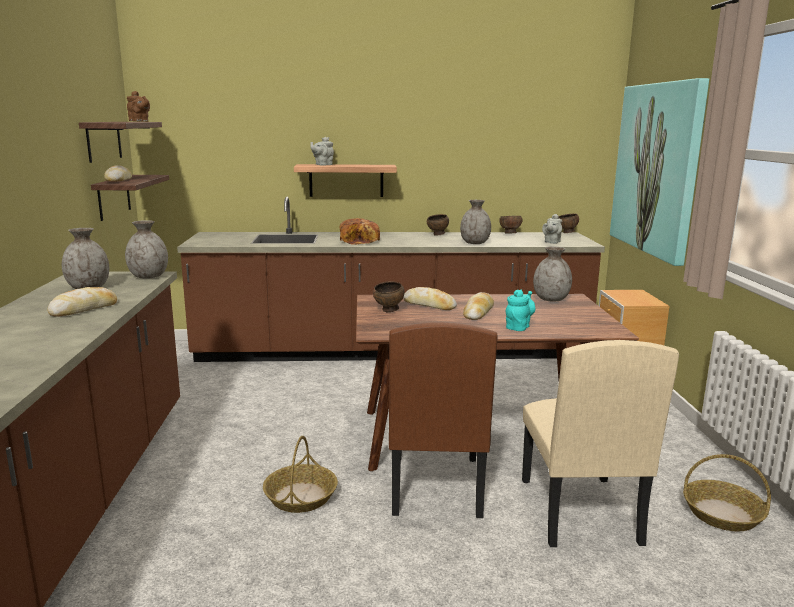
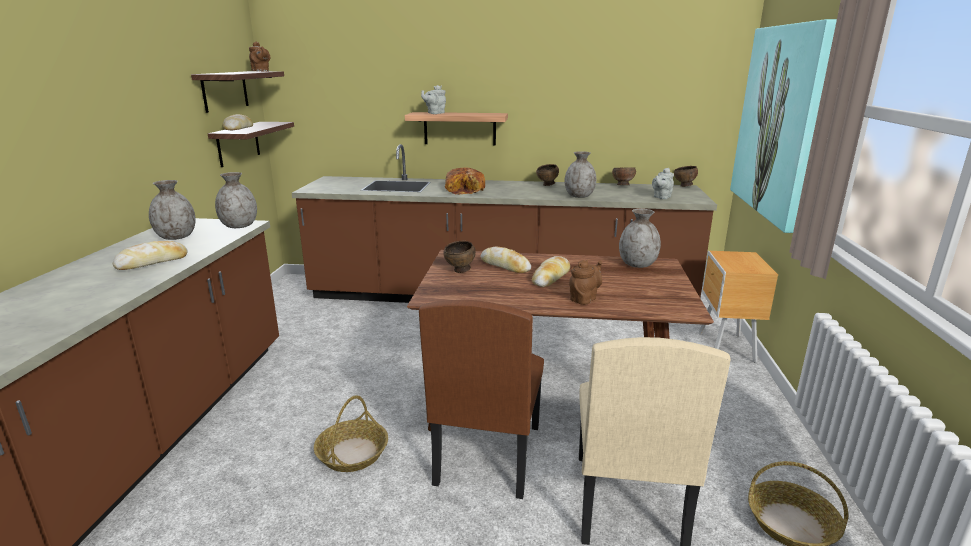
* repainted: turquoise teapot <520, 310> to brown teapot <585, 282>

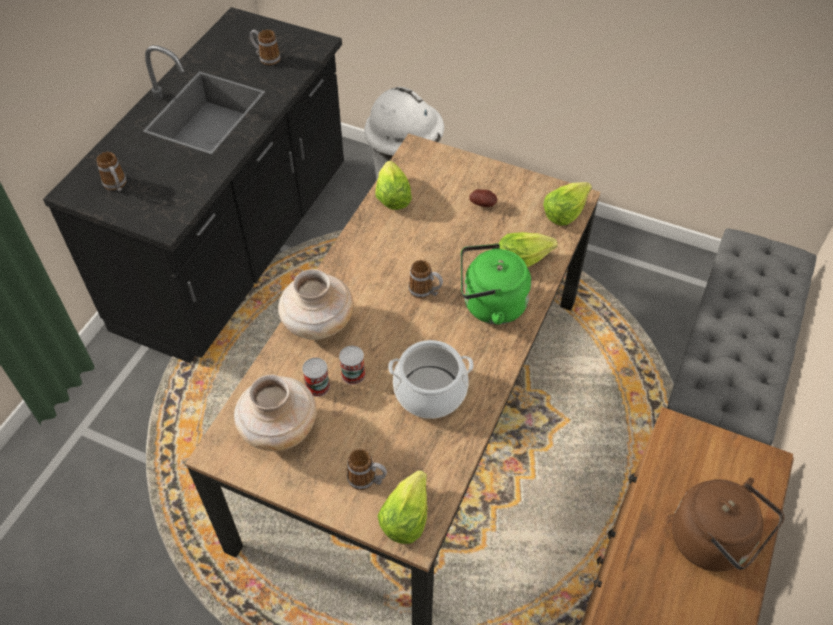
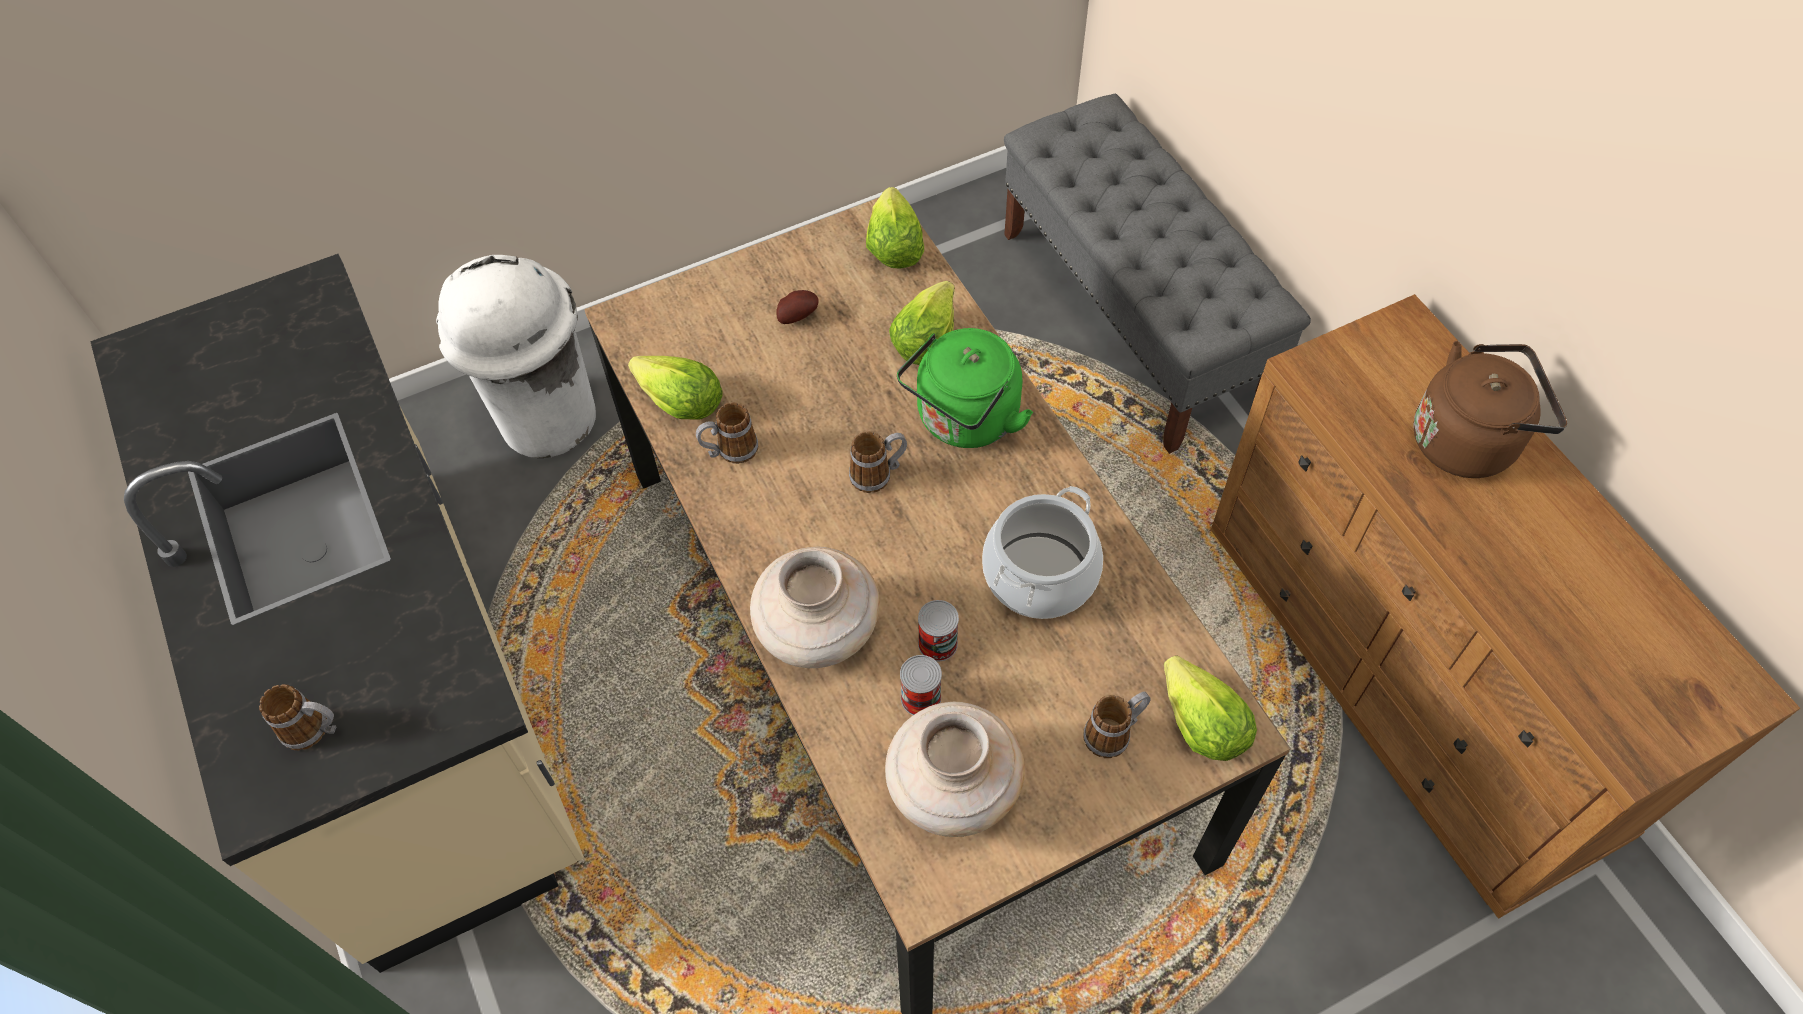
* repainted: black counter <193, 185> to beige counter <337, 613>
* shifted: mug <265, 47> to <727, 433>

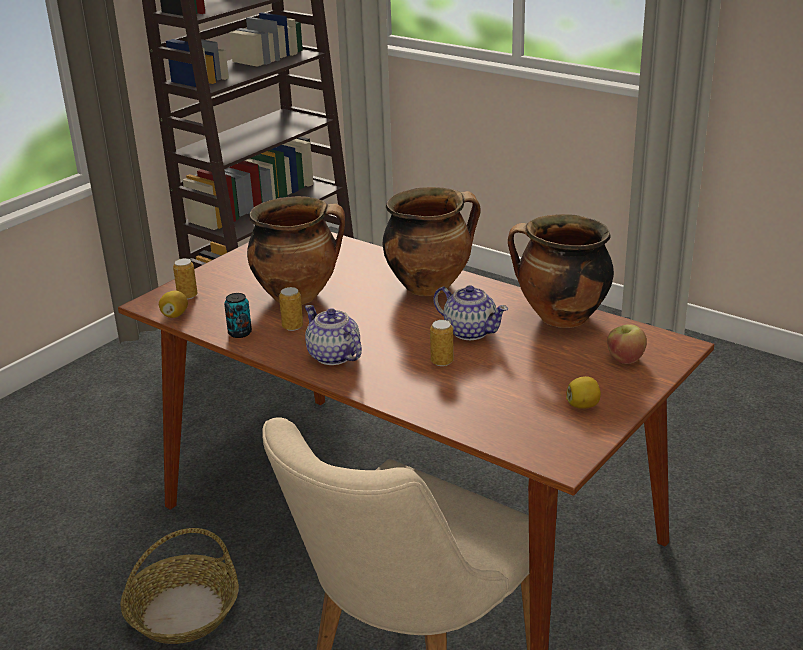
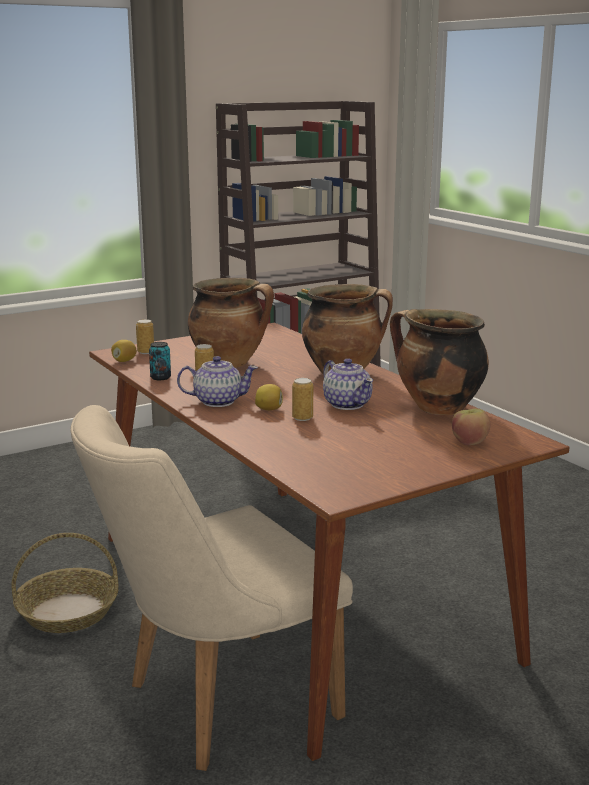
* rotated: teapot <333, 335> = <217, 381> 105 degrees clockwise
* shifted: lemon <583, 392> to <269, 397>

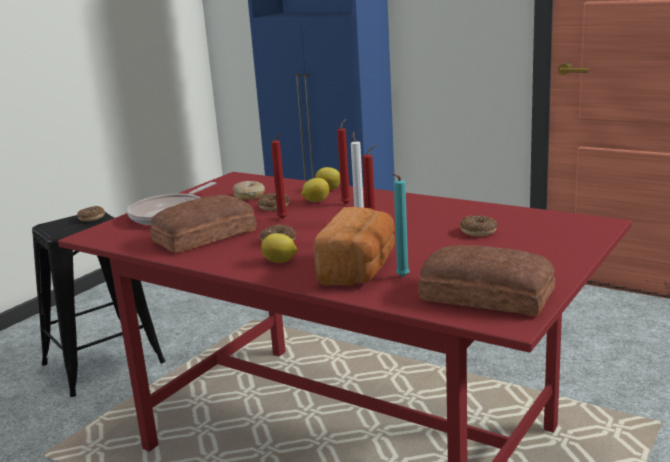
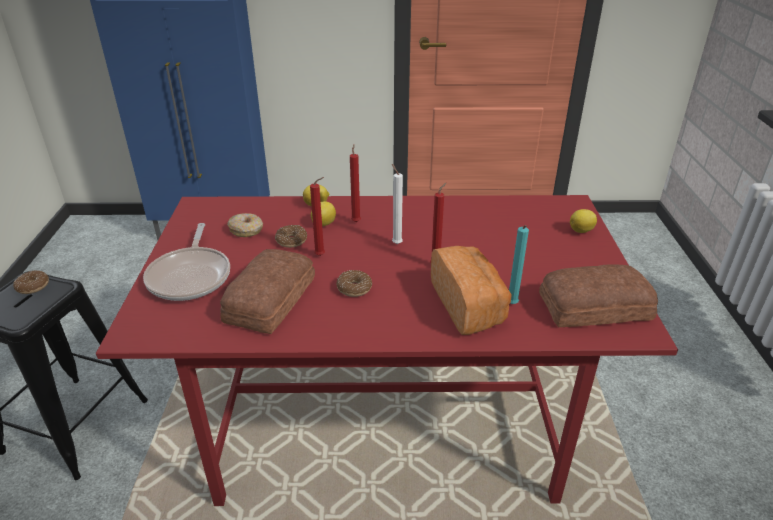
* shifted: lemon <279, 248> to <583, 221>
* gone: donut <478, 225>

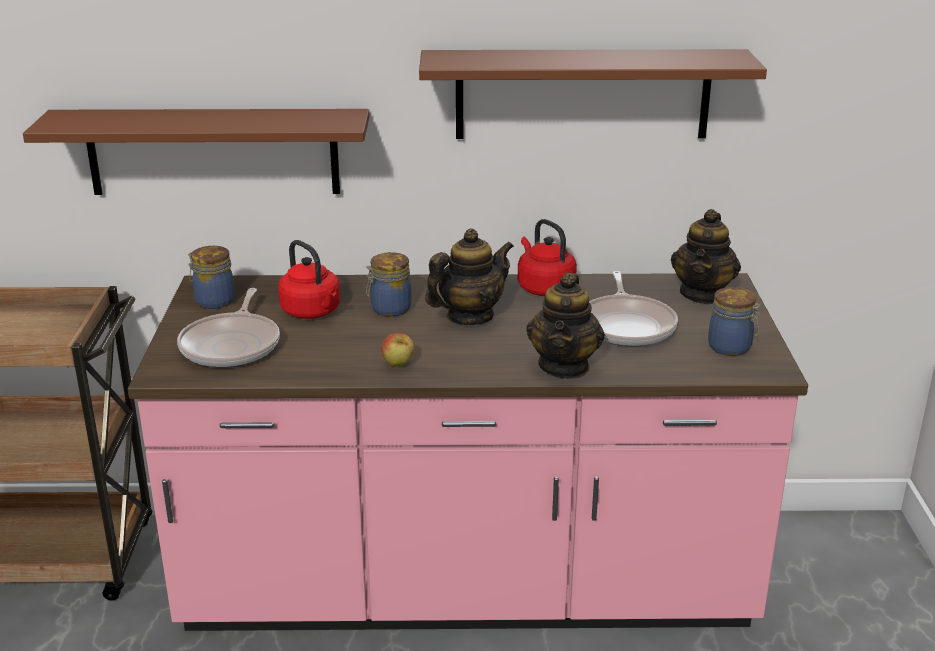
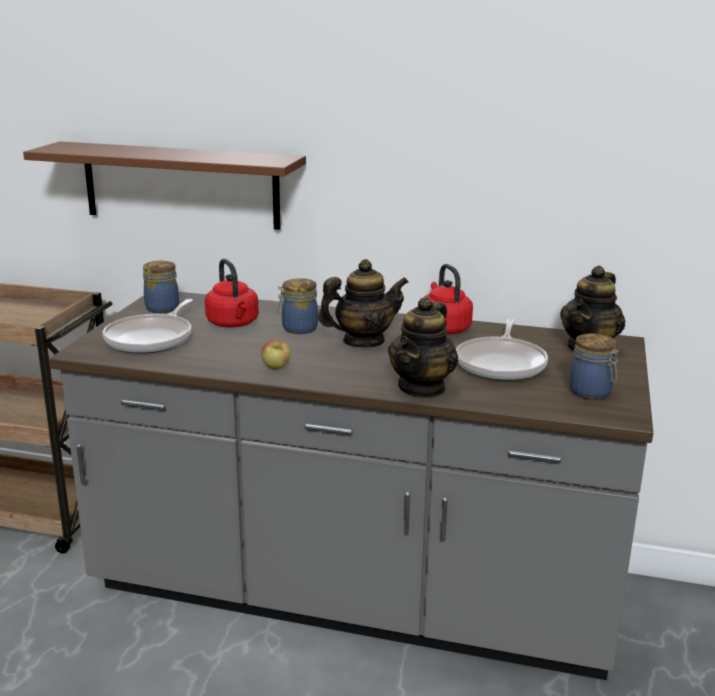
* repainted: pink counter <468, 452> to grey counter <351, 486>
* gone: brown shelf <593, 94>

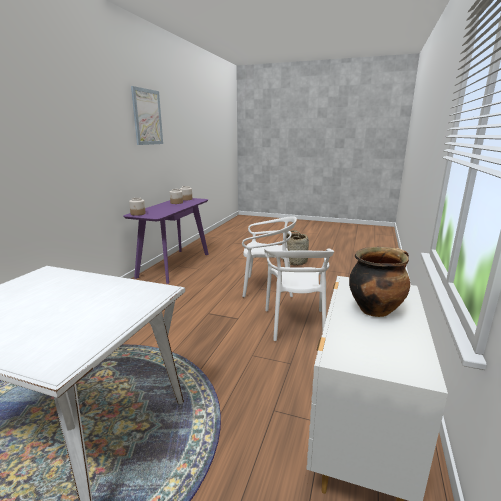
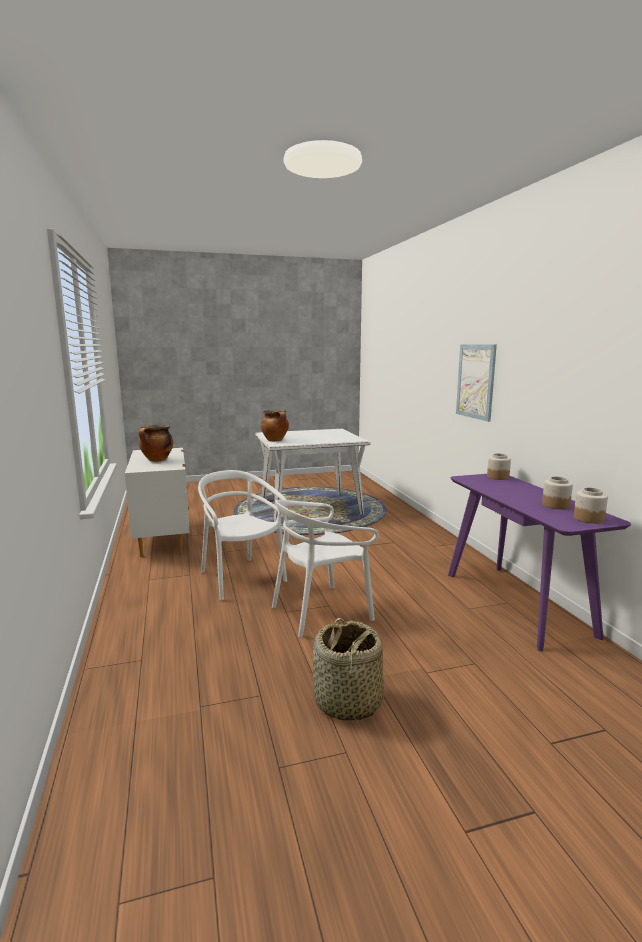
* shifted: picture <147, 115> to <476, 383>
* new: cooking pot <275, 425>

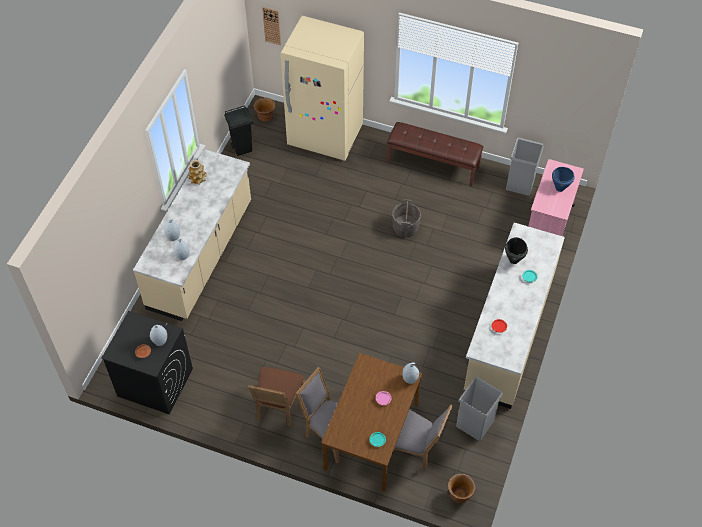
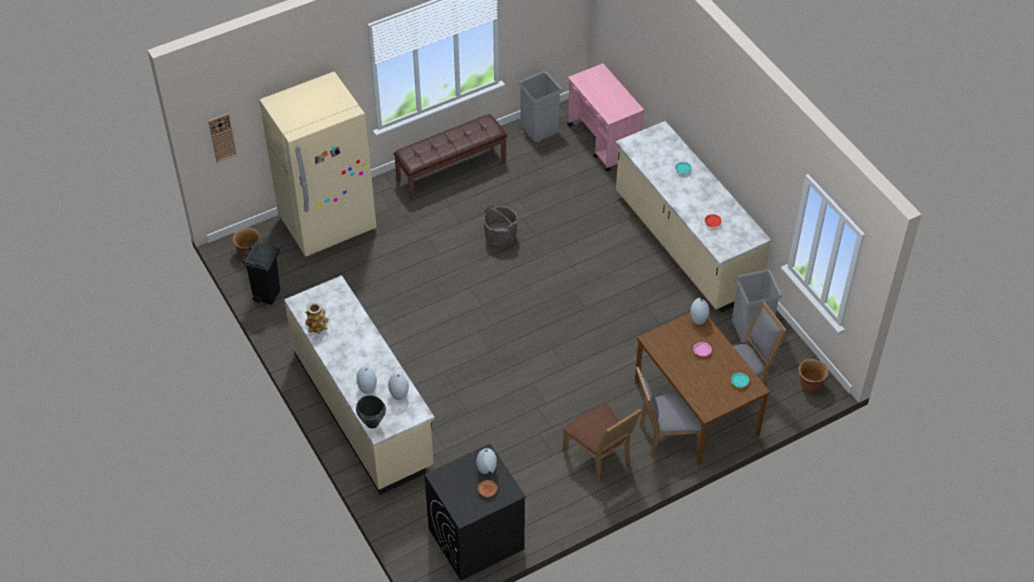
* shifted: black cooking pot <516, 250> to <371, 411>
* gone: blue cooking pot <563, 179>

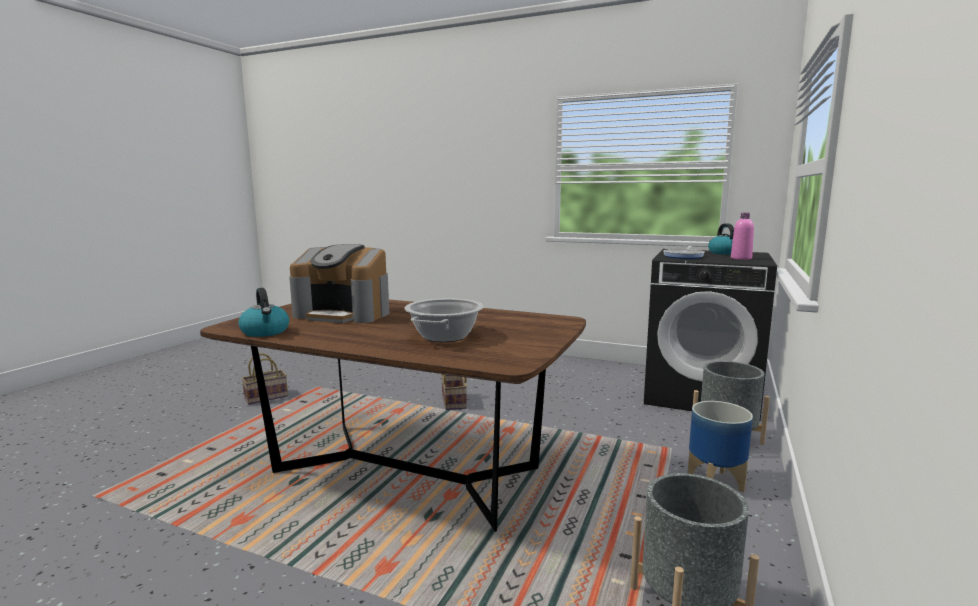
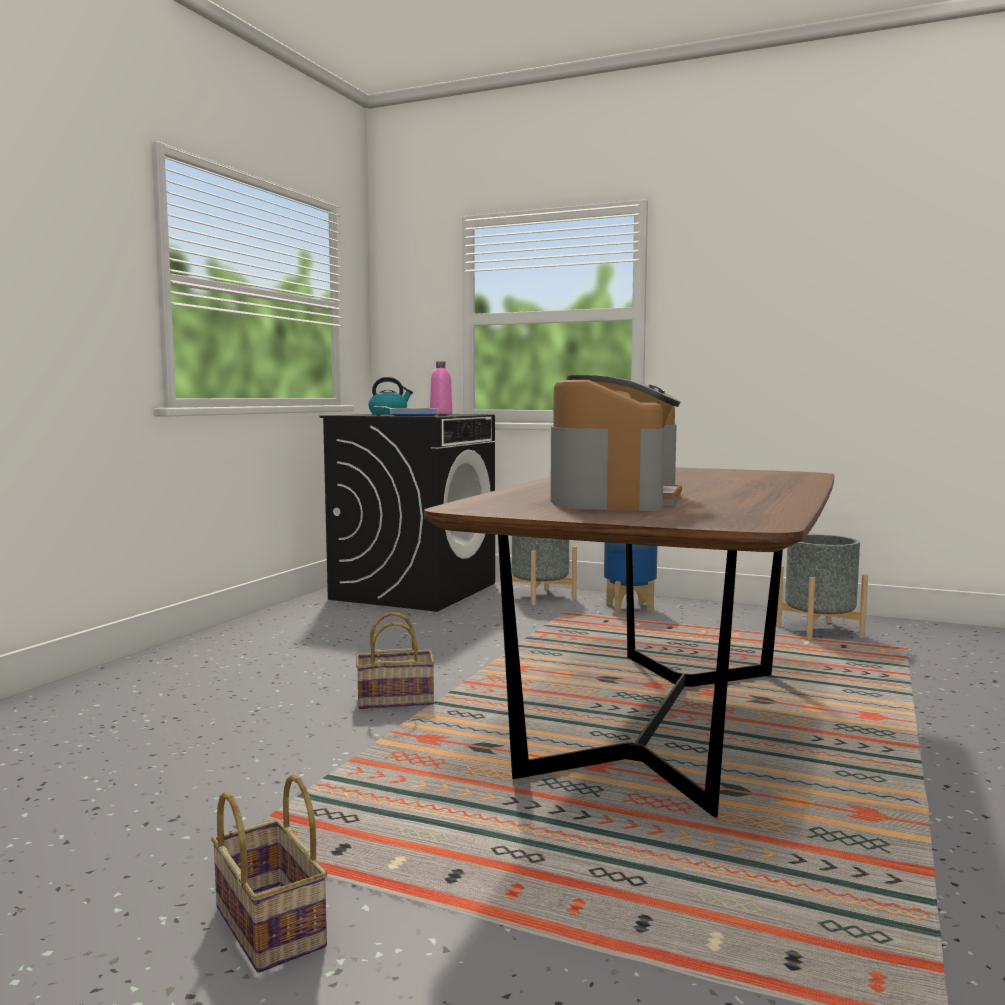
* gone: kettle <263, 312>
* gone: cooking pot <444, 320>

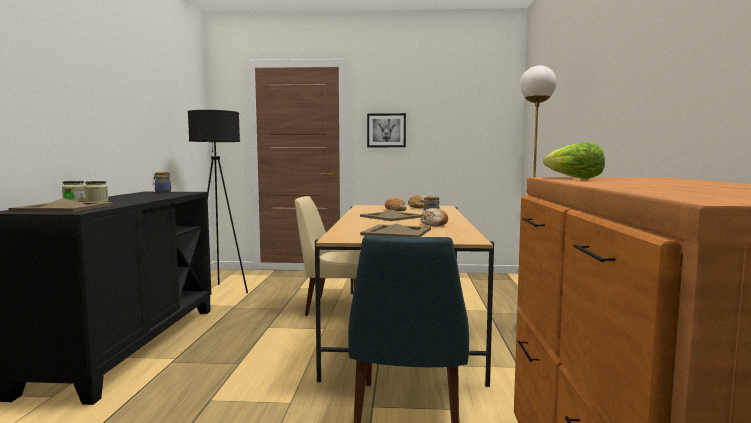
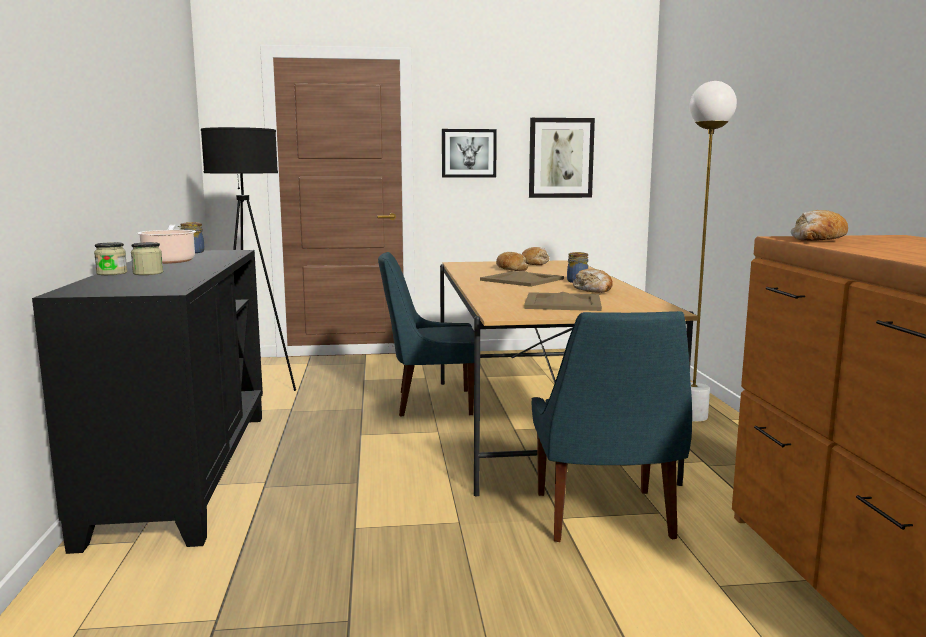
* gone: beige tray <61, 205>
* repainted: beige chair <327, 256> to blue chair <426, 334>
* swapped: lettuce <574, 160> to bread <819, 225>
* new: cooking pot <166, 244>
* new: picture <562, 158>

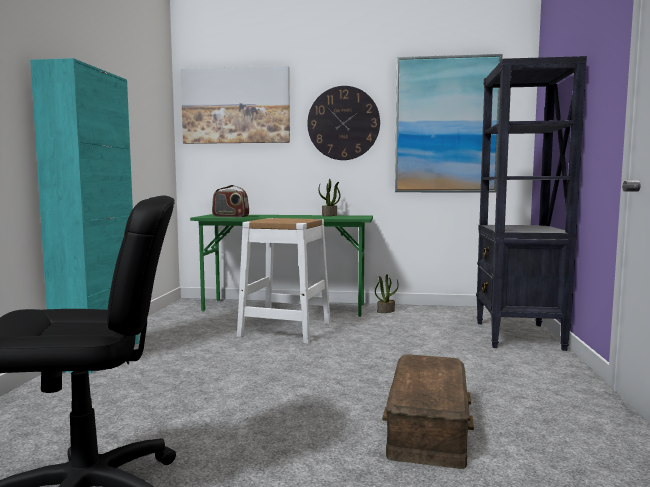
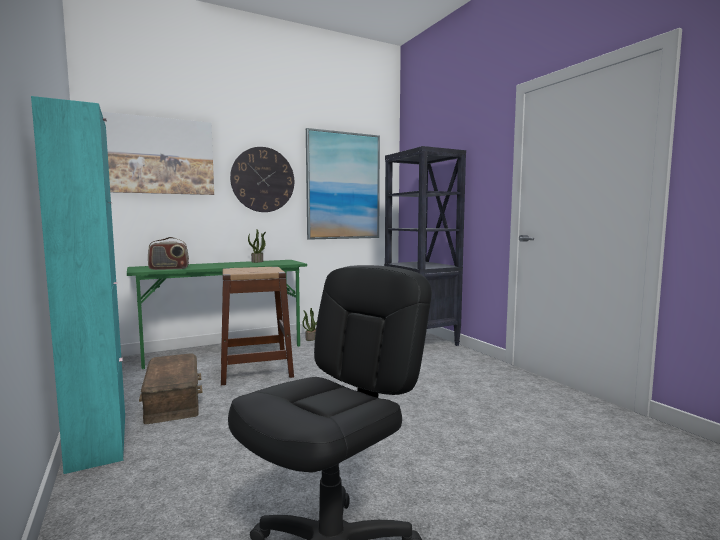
* repainted: white stool <284, 280> to brown stool <257, 326>
* shifted: brown storage box <428, 411> to <170, 388>

